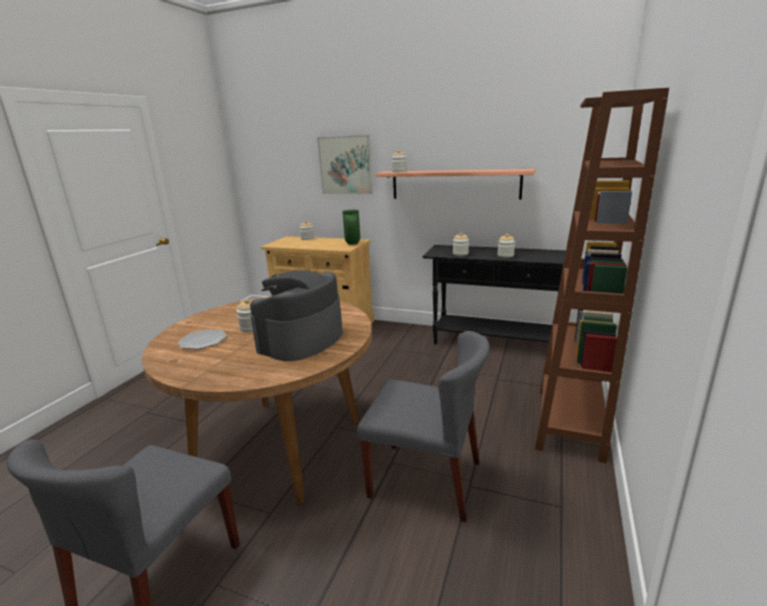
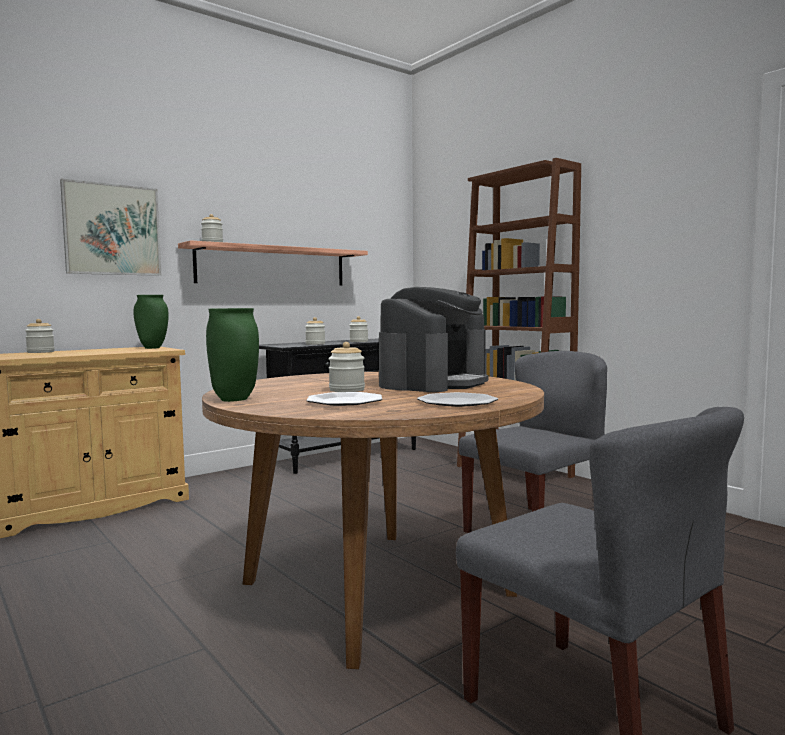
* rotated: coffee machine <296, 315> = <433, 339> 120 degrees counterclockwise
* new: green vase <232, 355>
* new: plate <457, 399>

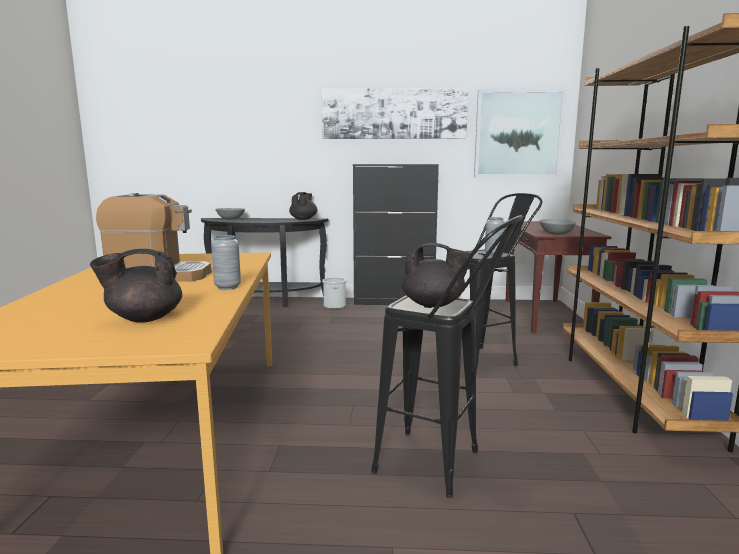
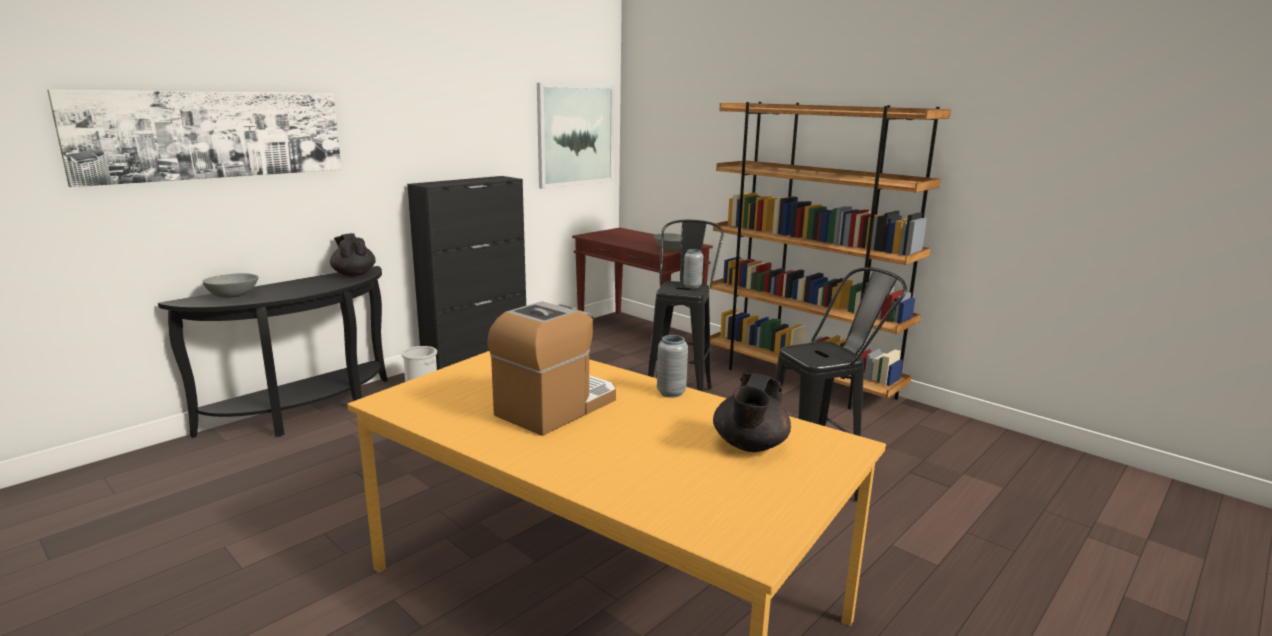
* shifted: picture <395, 113> to <194, 138>
* gone: black teapot <436, 275>

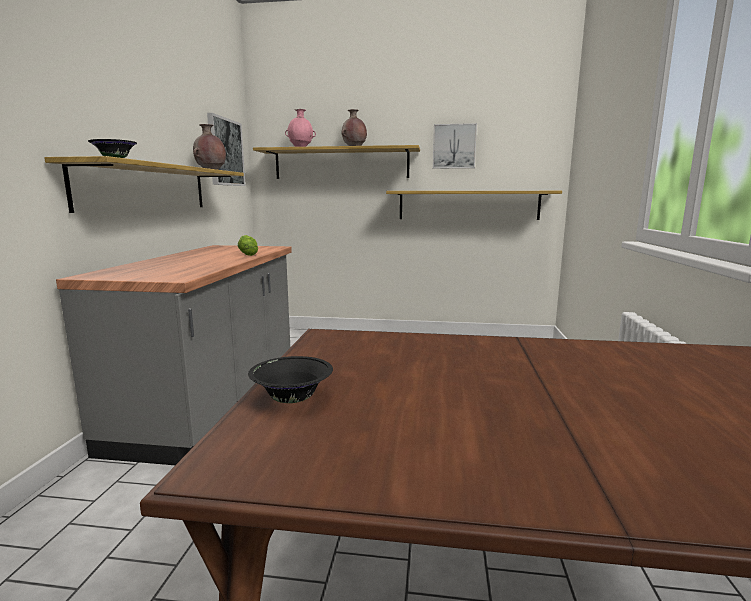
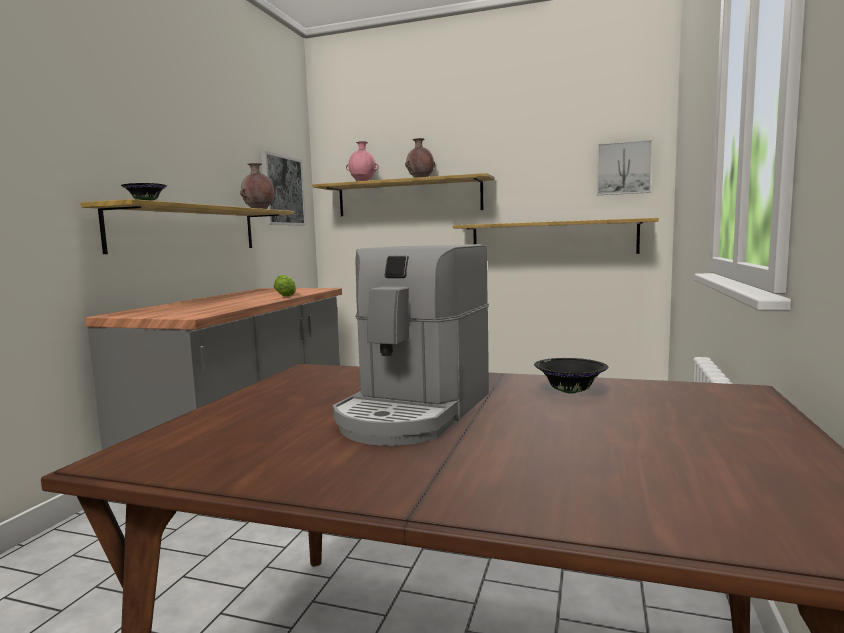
* shifted: black bowl <290, 379> to <571, 376>
* shifted: picture <455, 146> to <624, 167>
* new: coffee machine <411, 345>

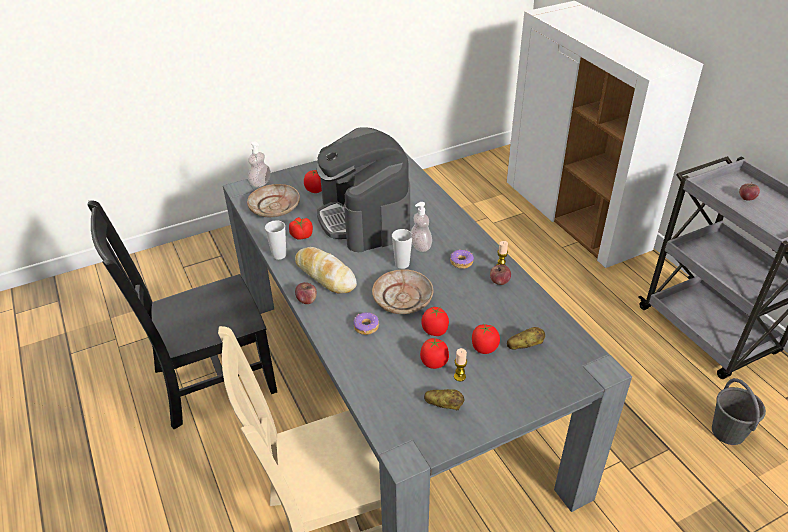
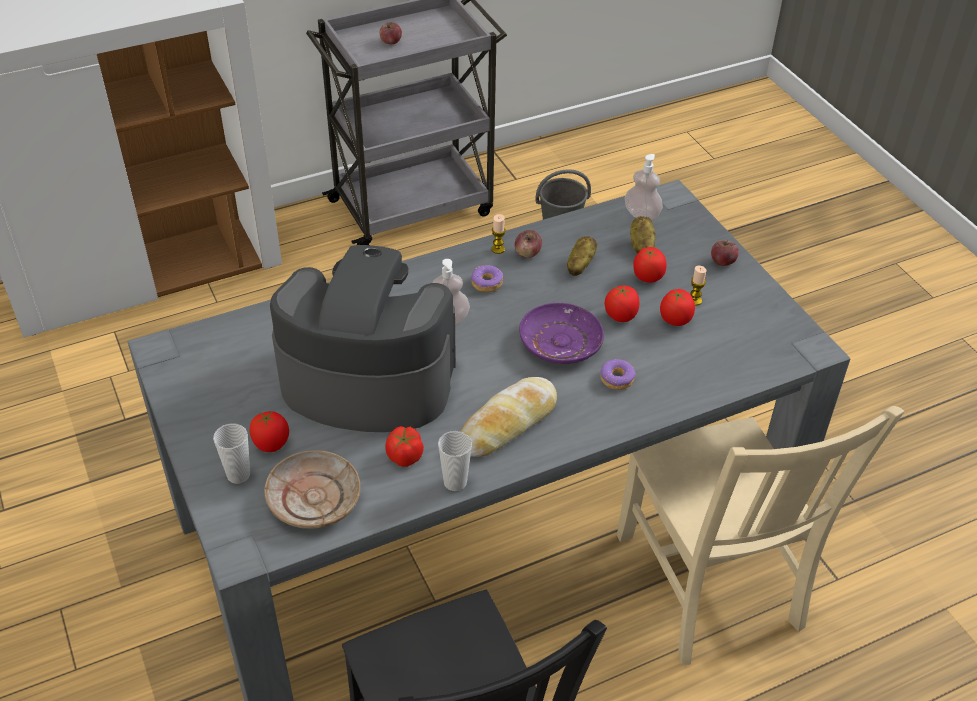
* shifted: soap dispenser <259, 164> to <643, 187>
* shifted: apple <306, 293> to <725, 253>
* rotated: coffee machine <363, 189> = <363, 338> 150 degrees counterclockwise
* repainted: beige plate <402, 291> to purple plate <561, 333>
* shifted: cup <402, 249> to <231, 454>
* shifted: potato <444, 399> to <582, 256>

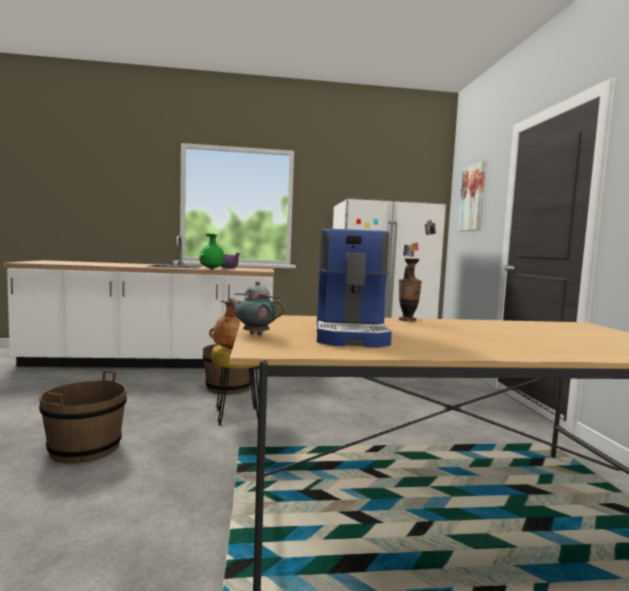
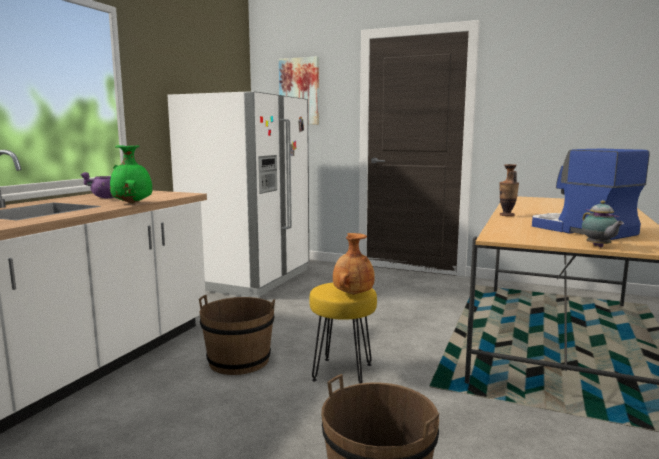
* rotated: teapot <256, 308> = <603, 223> 60 degrees counterclockwise
* rotated: coffee machine <354, 288> = <591, 194> 150 degrees counterclockwise

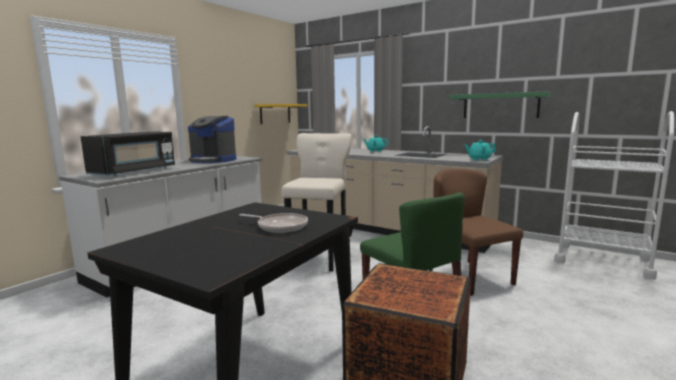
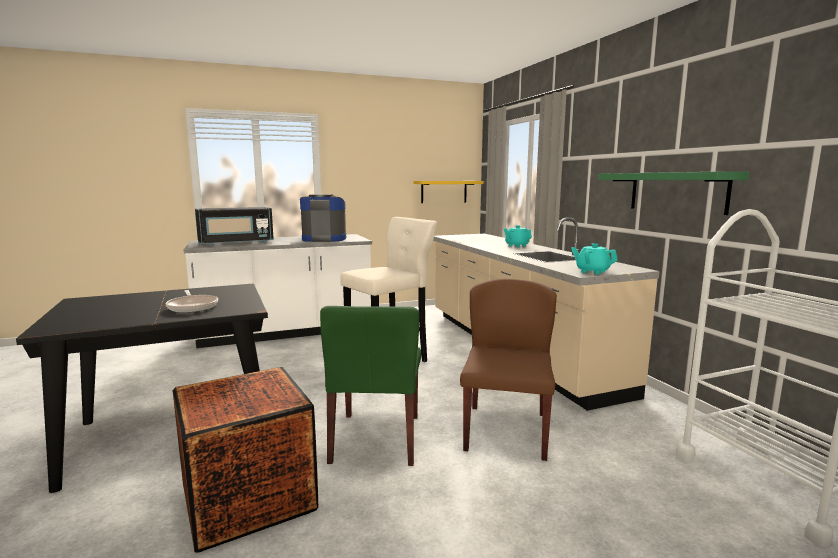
* rotated: coffee machine <212, 139> = <323, 218> 120 degrees clockwise

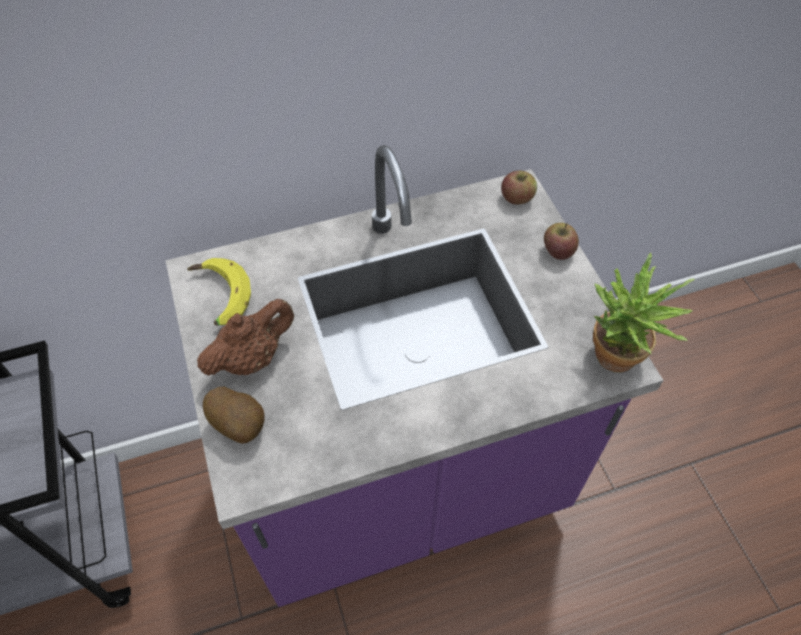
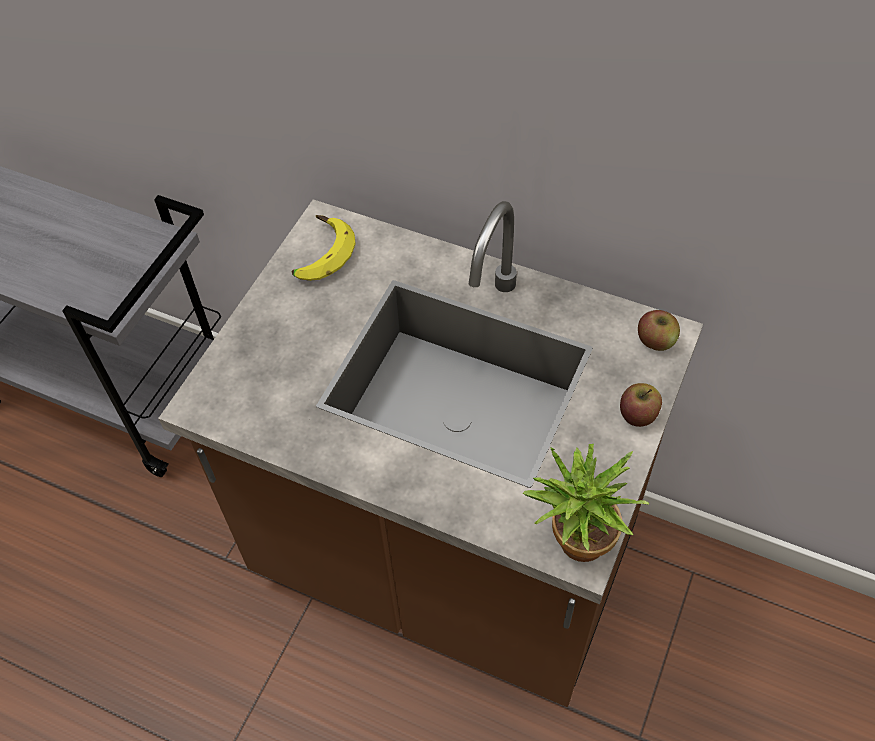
* repainted: purple counter <414, 376> to brown counter <430, 453>
* gone: brown teapot <245, 337>
* gone: potato <234, 415>

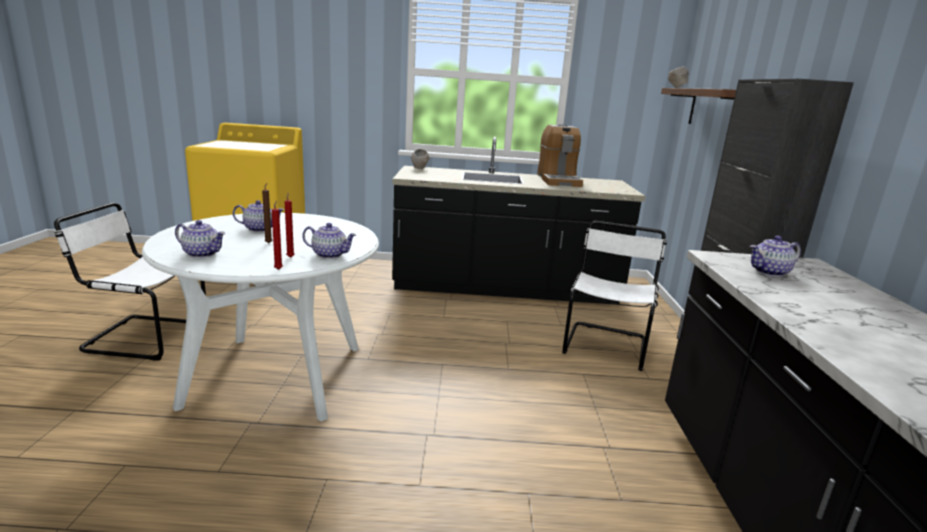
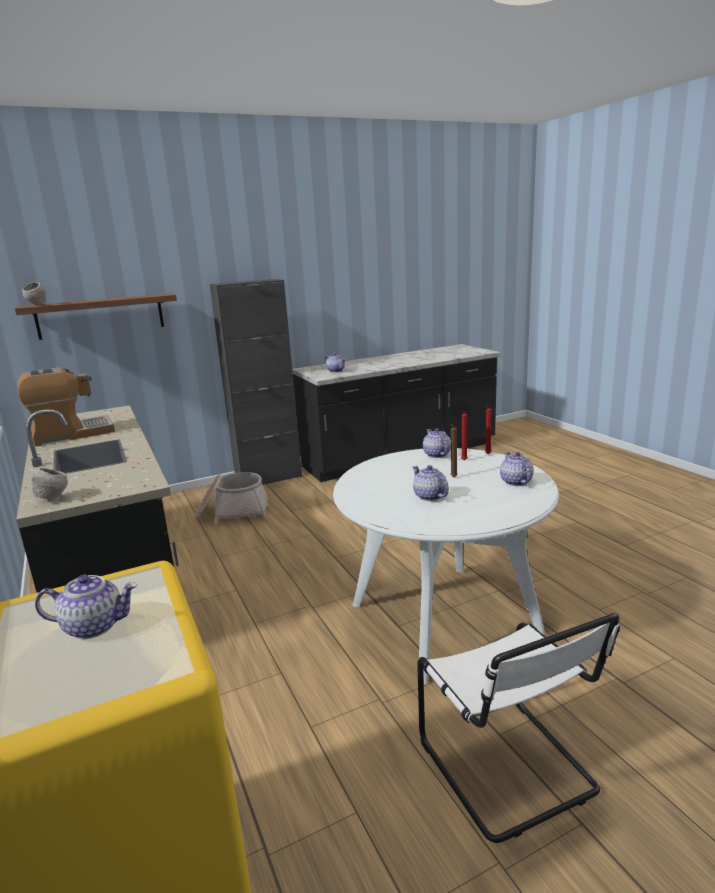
* swapped: white chair <614, 296> to basket <232, 498>
* new: teapot <86, 607>

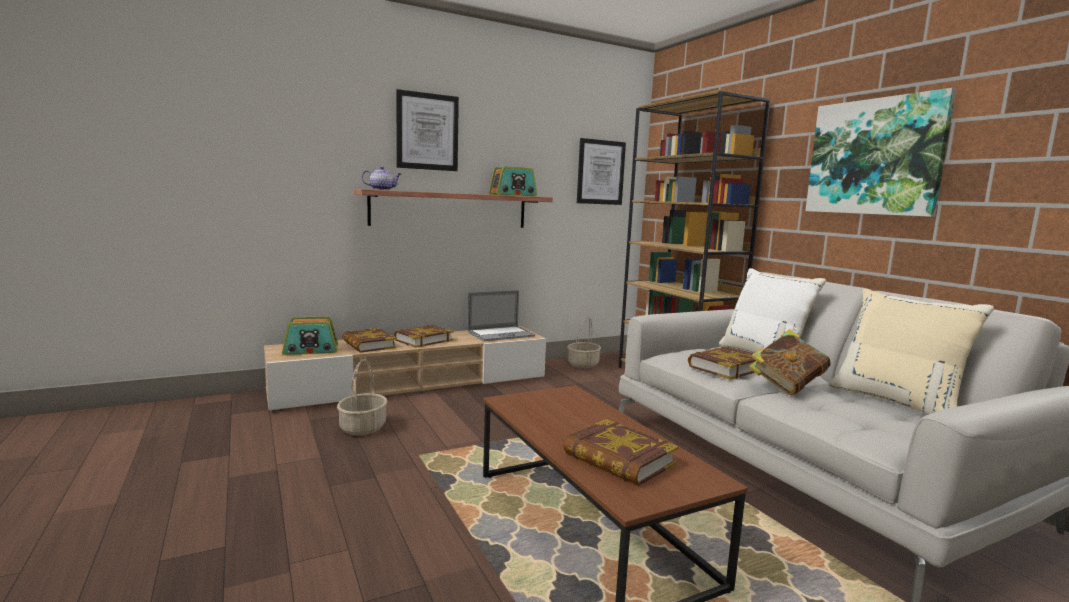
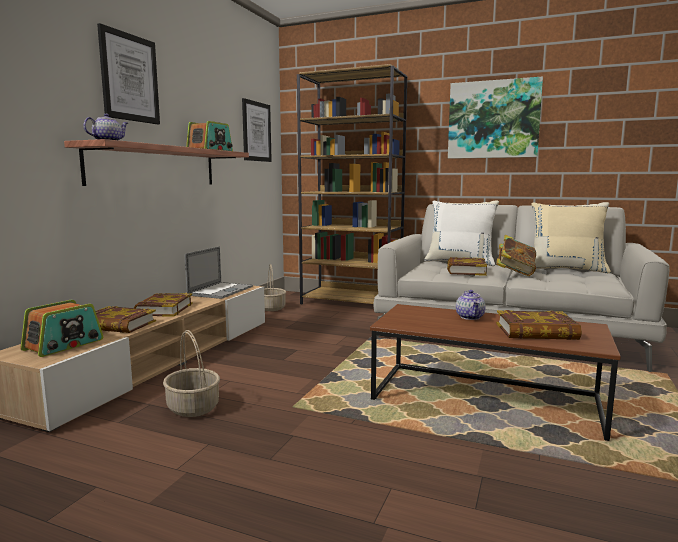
* new: teapot <471, 305>

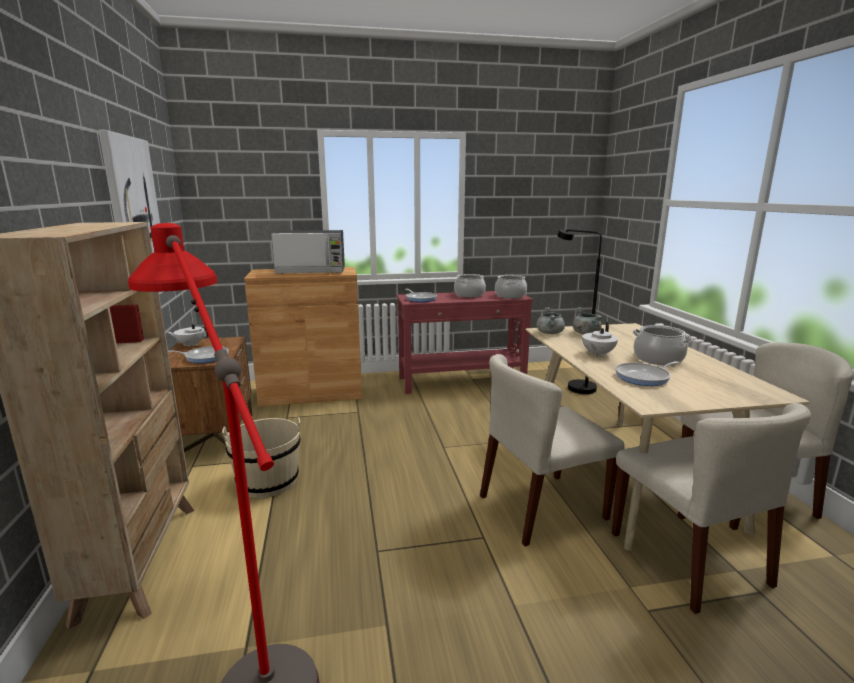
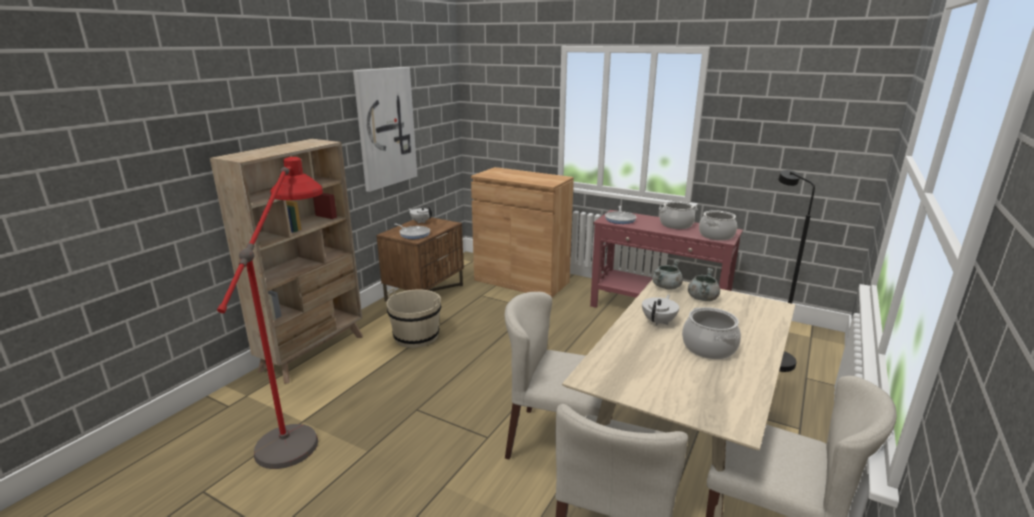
* gone: microwave <308, 252>
* rotated: white teapot <600, 339> = <660, 310> 135 degrees clockwise
* gone: frying pan <647, 373>

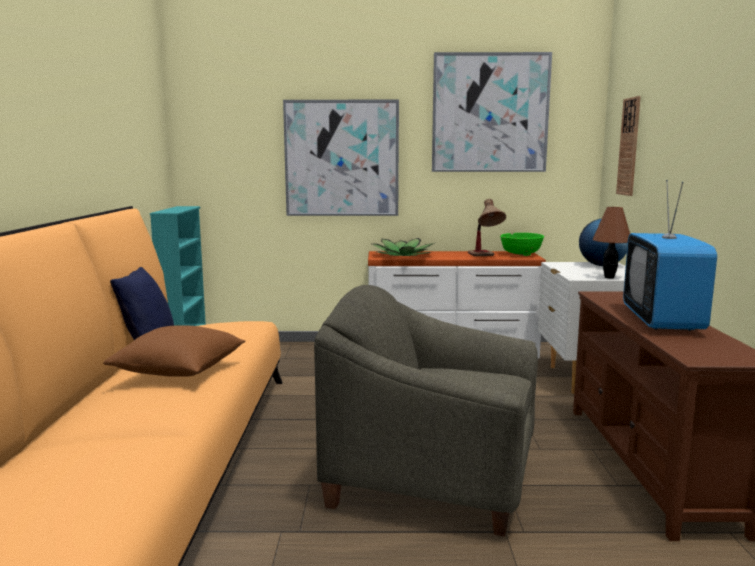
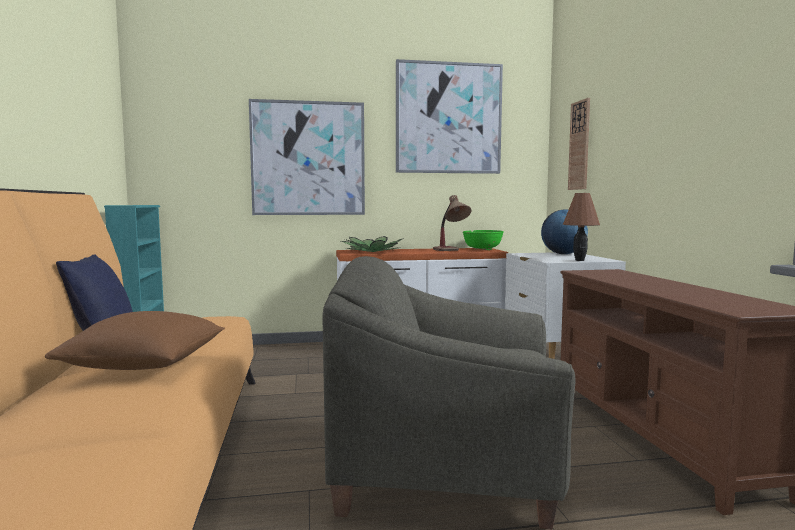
* gone: television <670, 255>

